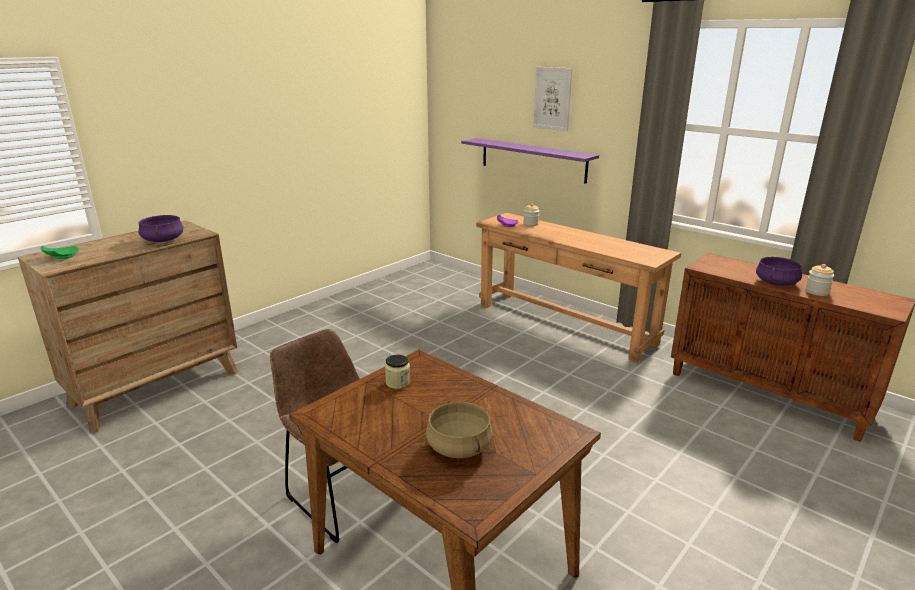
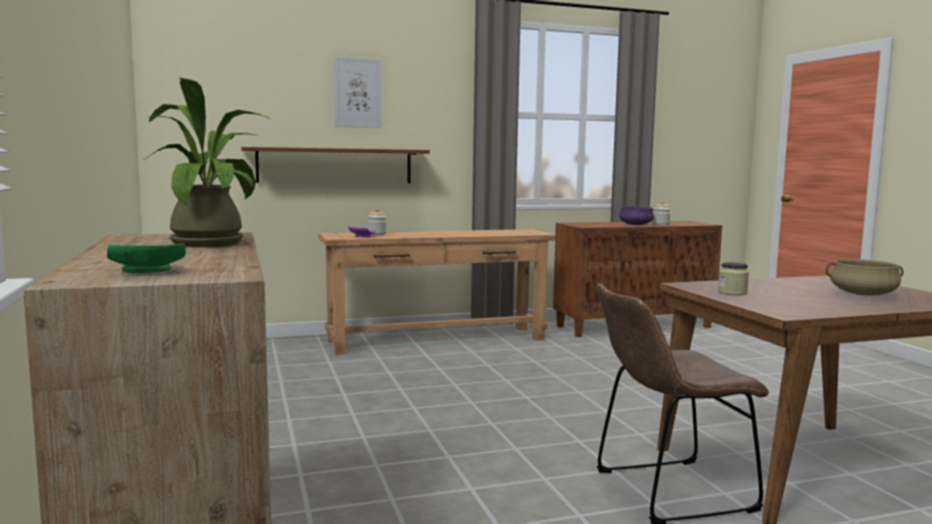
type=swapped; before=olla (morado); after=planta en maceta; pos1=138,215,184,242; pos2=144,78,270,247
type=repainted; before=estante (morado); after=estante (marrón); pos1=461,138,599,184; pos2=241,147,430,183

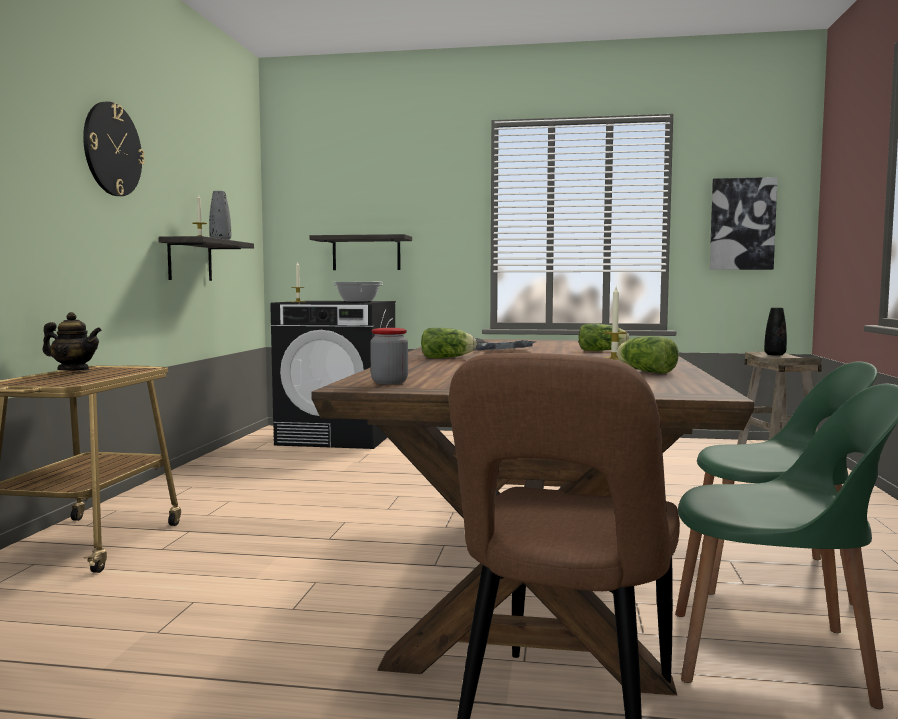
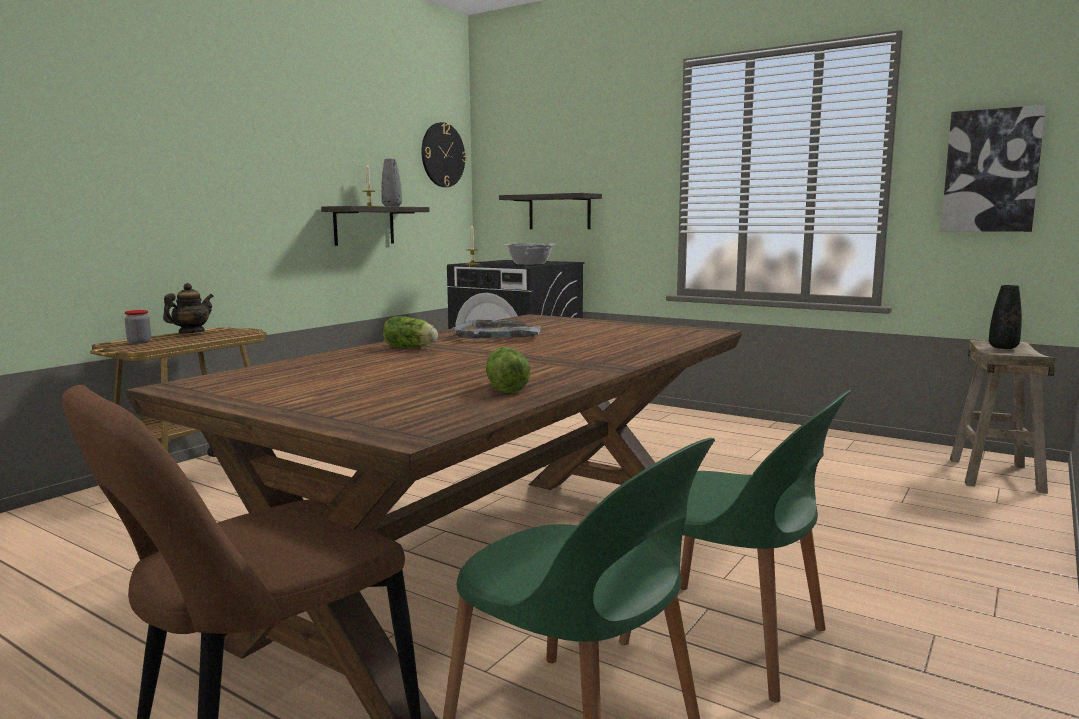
type=gone; before=lechuga; pos1=578,324,630,351
type=gone; before=vela; pos1=603,287,627,360
type=shifted; before=reloj de pared; pos1=83,101,145,196; pos2=422,122,467,187
type=shifted; before=tarro; pos1=370,328,408,385; pos2=125,310,151,344
type=rotated; before=tetera; pos1=42,312,102,371; pos2=163,283,214,334; turn=-90

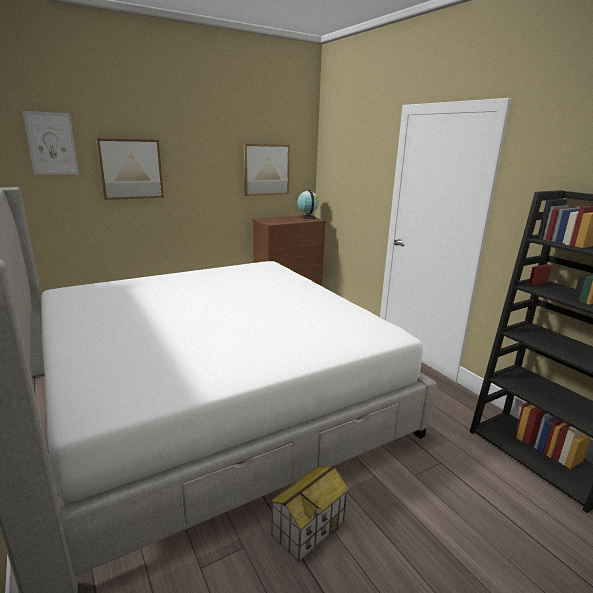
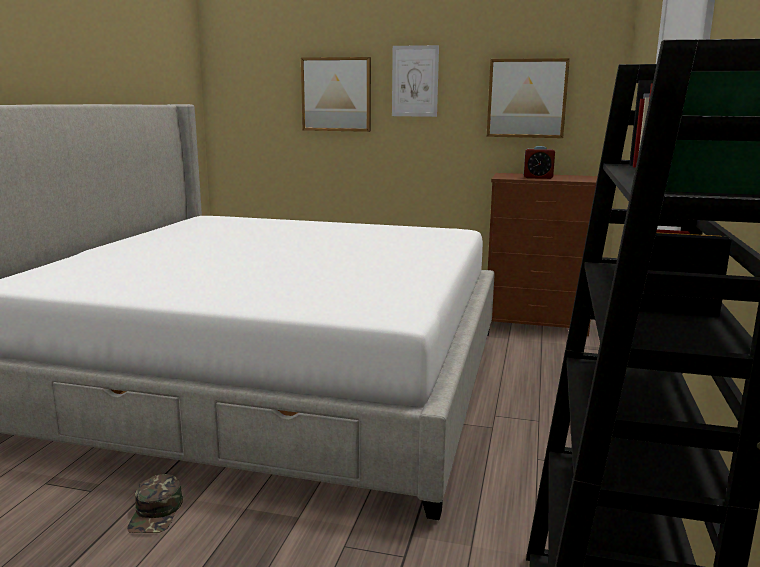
type=gone; before=globo terráqueo; pos1=297,190,319,219
type=new; after=despertador; pos2=524,146,555,179
type=shifted; before=cuadro; pos1=23,111,79,175; pos2=392,45,439,117
type=swapped; before=casita; after=gorra (verde); pos1=270,465,349,562; pos2=127,474,183,533

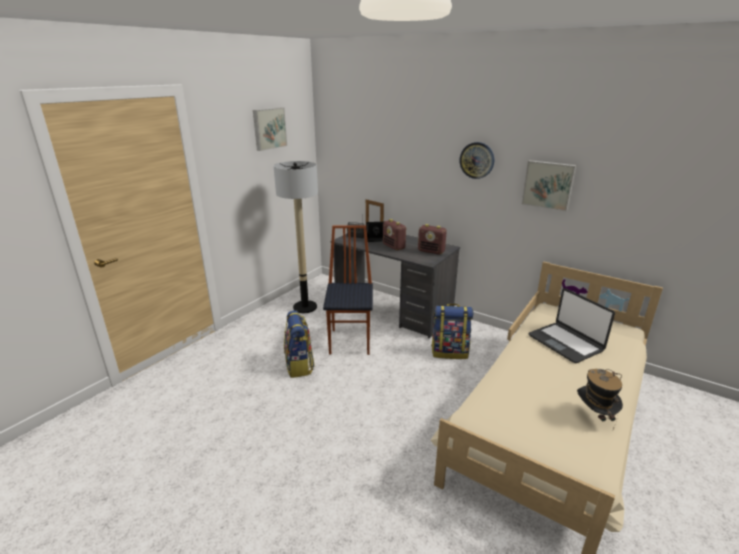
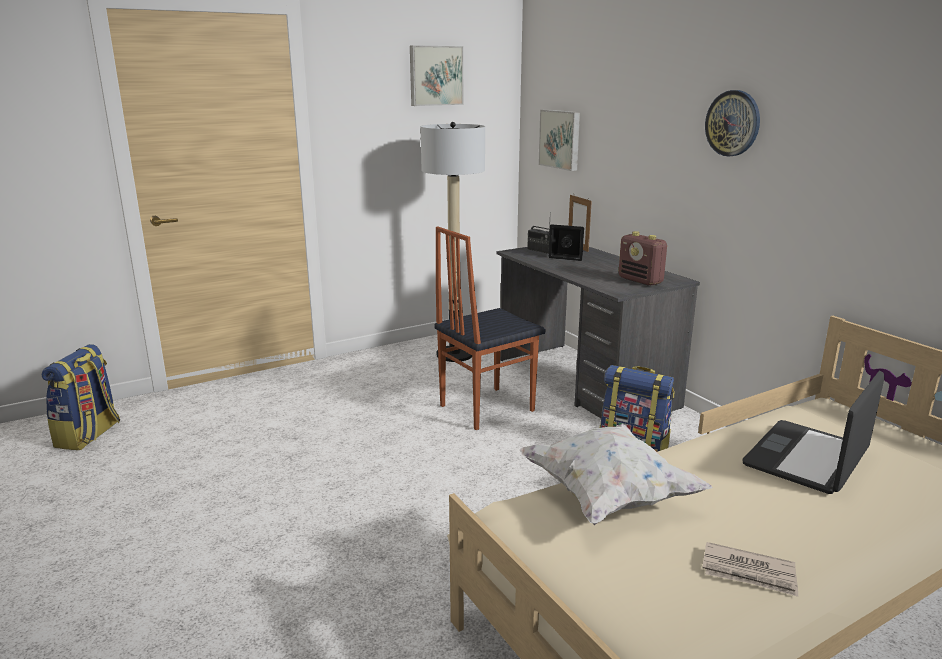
type=gone; before=radio; pos1=383,219,407,250
type=new; after=cojín (blanco); pos2=520,424,713,525
type=shifted; before=mochila; pos1=284,310,315,378; pos2=41,344,120,450
type=shifted; before=cuadro; pos1=522,160,576,211; pos2=538,109,580,171
type=swapped; before=sombrero; after=periódico; pos1=577,369,623,430; pos2=702,542,798,597
type=rotated; before=silla; pos1=323,226,373,355; pos2=434,227,545,430; turn=-150
type=rotated; before=portátil; pos1=528,288,615,363; pos2=743,371,885,494; turn=45

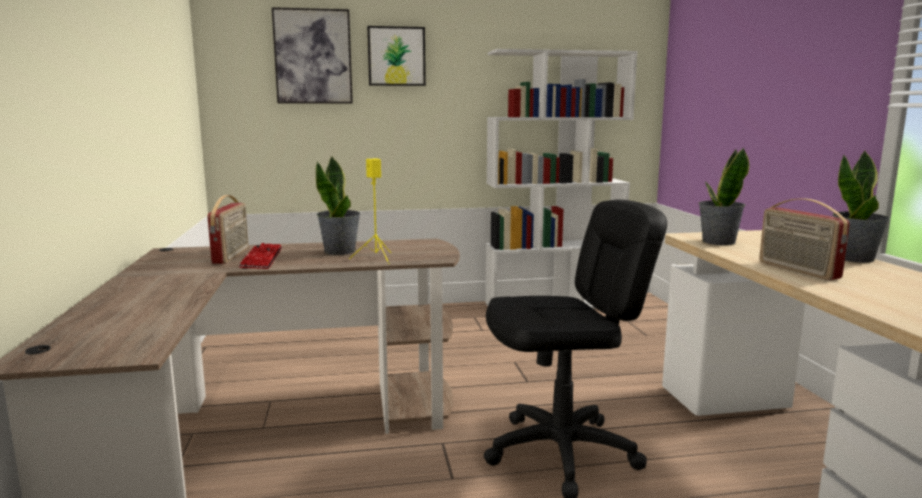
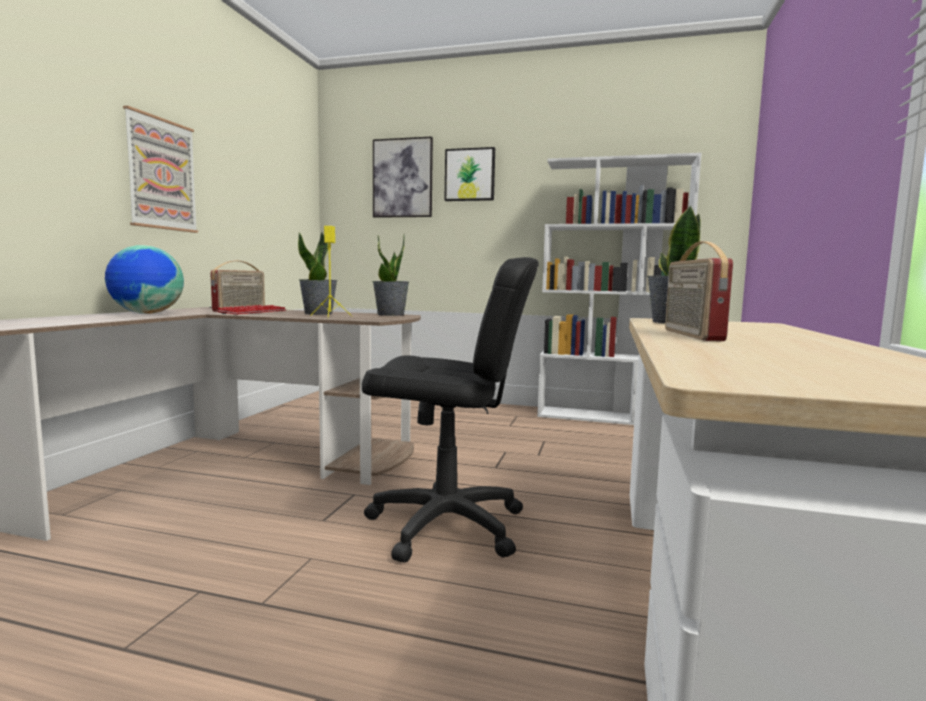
type=new; after=globo terráqueo; pos2=105,245,184,314
type=new; after=cuadro; pos2=123,106,198,233
type=shifted; before=planta en maceta; pos1=833,150,890,263; pos2=372,234,409,316

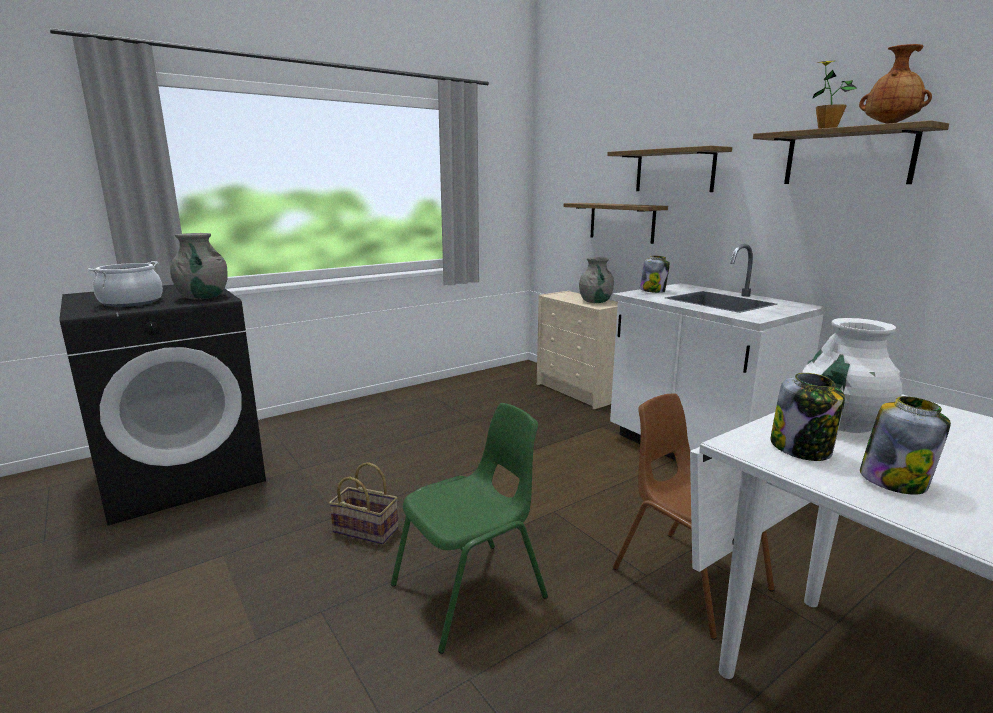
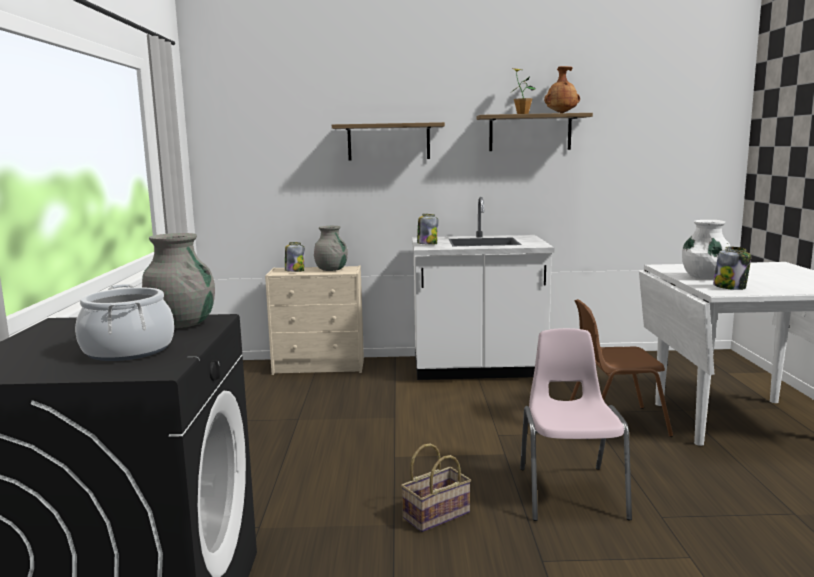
type=gone; before=estante; pos1=564,203,668,244
type=shifted; before=tarro; pos1=860,396,951,495; pos2=285,242,305,272
type=repainted; before=silla (verde); after=silla (rosa); pos1=391,403,548,654; pos2=520,328,632,521

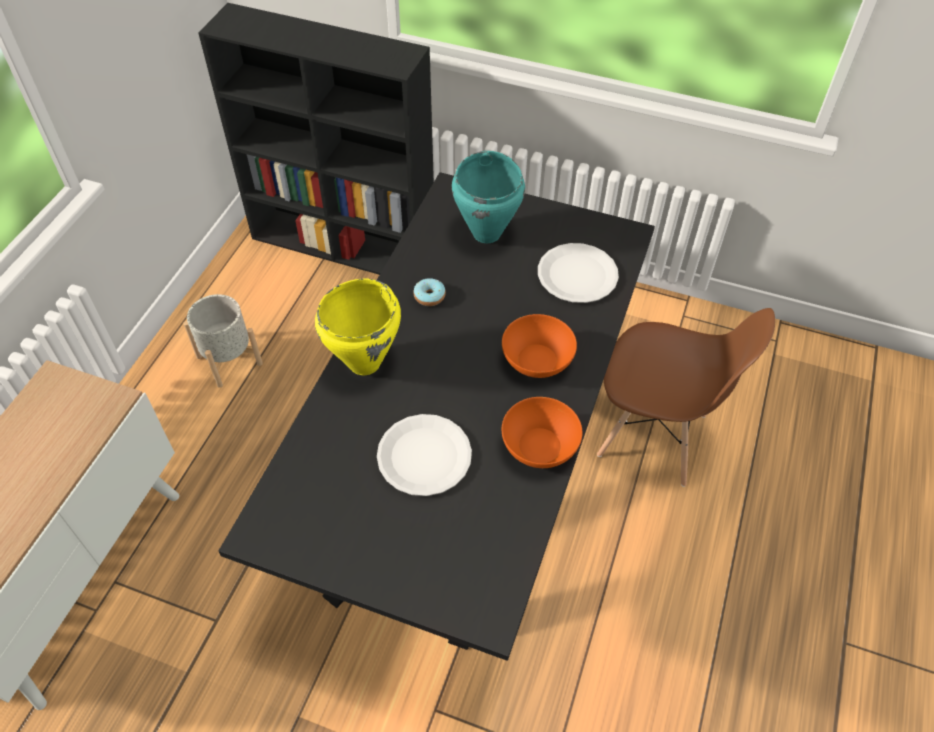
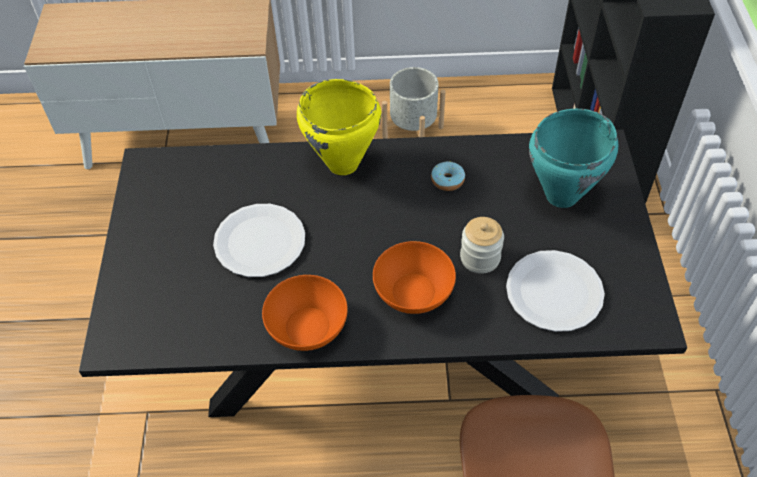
type=new; after=tarro; pos2=460,217,504,274

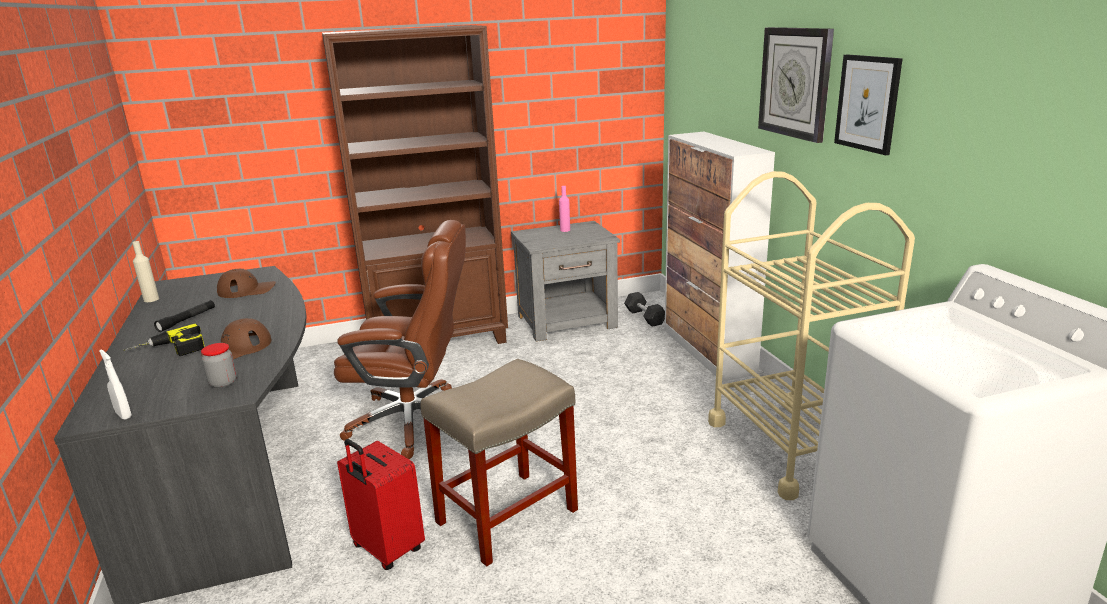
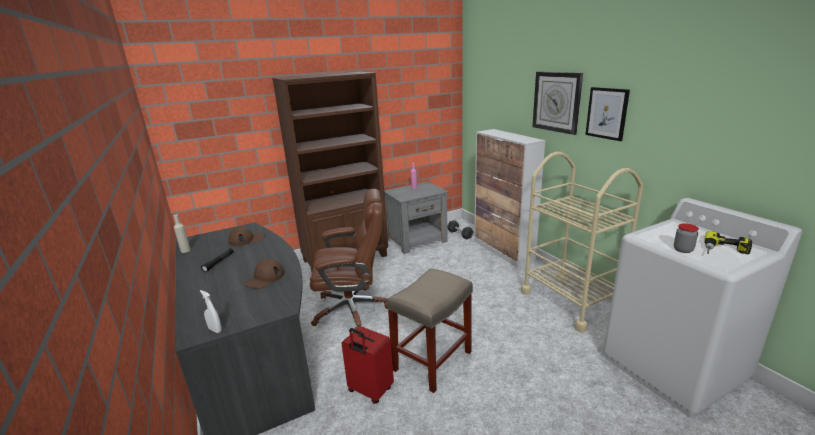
type=shifted; before=taladro; pos1=124,323,205,356; pos2=704,231,752,254
type=shifted; before=tarro; pos1=201,343,237,388; pos2=674,223,699,253

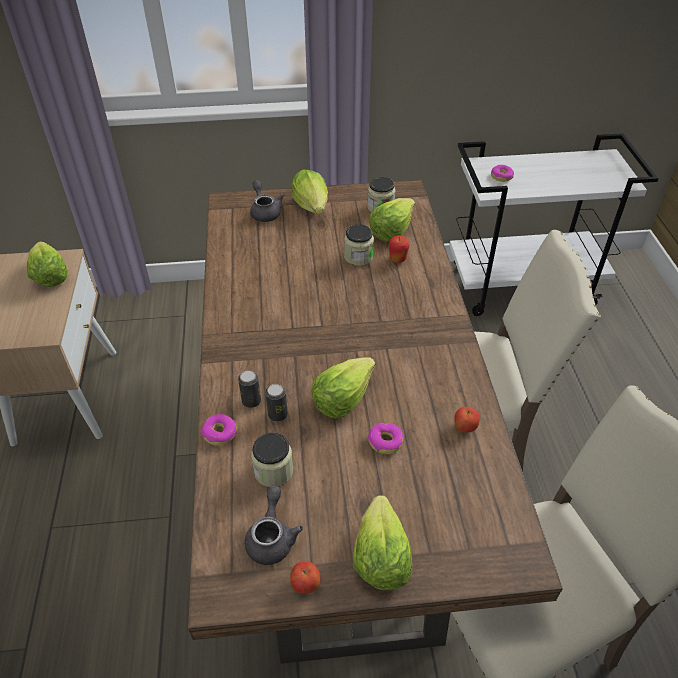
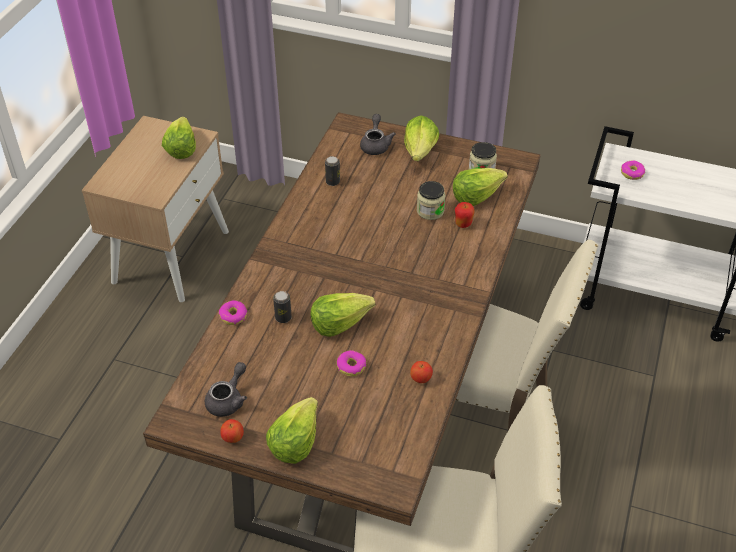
type=gone; before=tarro; pos1=251,432,293,487
type=shifted; before=lata; pos1=238,370,261,408; pos2=325,156,340,186

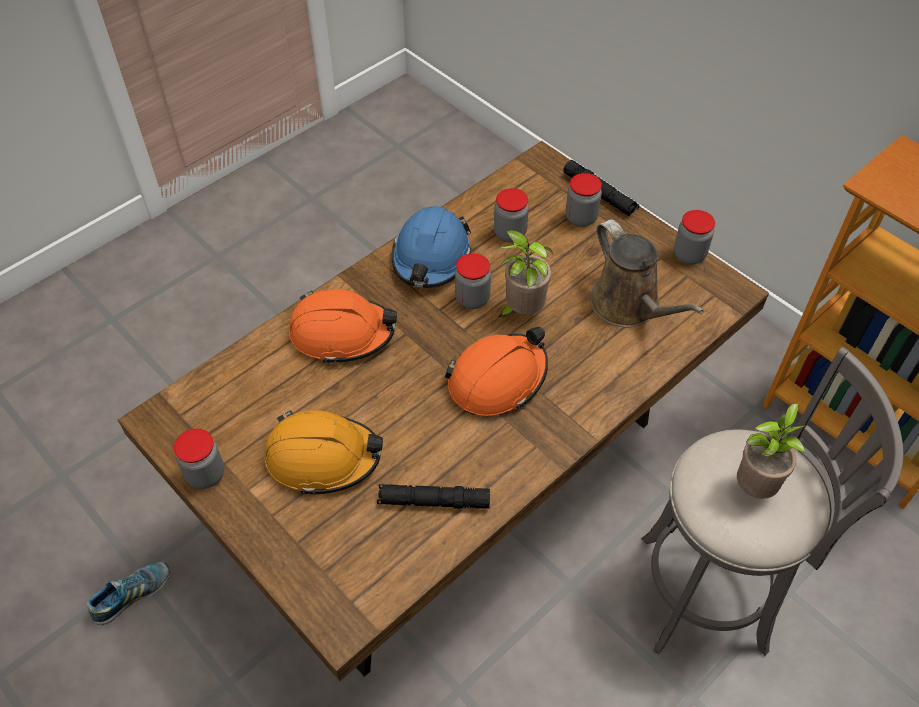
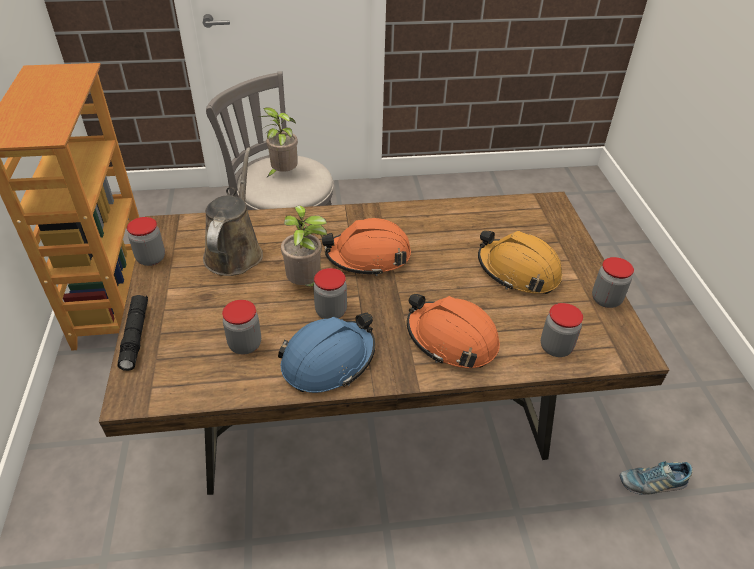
type=gone; before=linterna (negro); pos1=377,484,490,509
type=shifted; before=tarro; pos1=566,173,602,227; pos2=541,303,583,357

